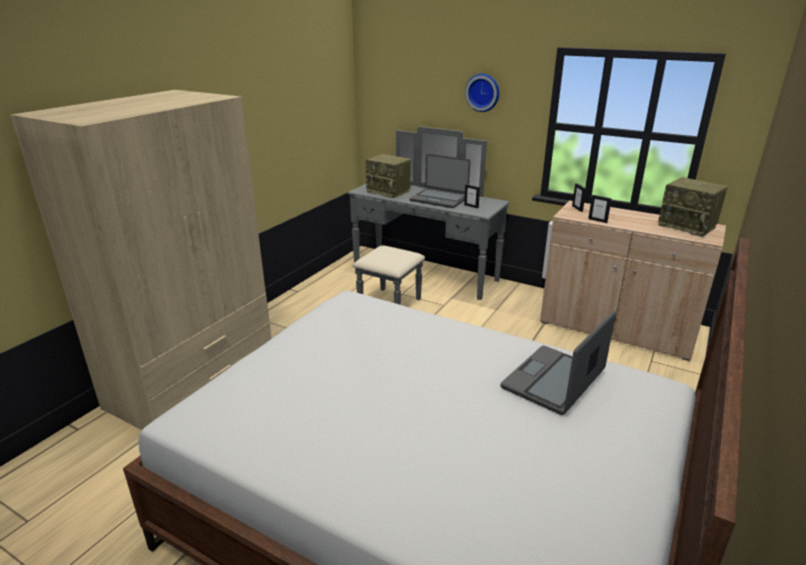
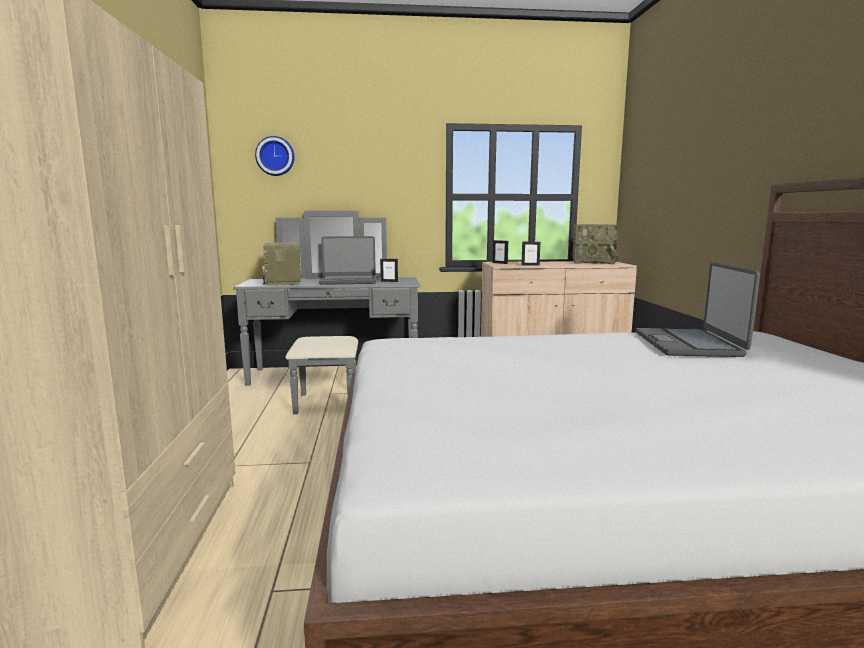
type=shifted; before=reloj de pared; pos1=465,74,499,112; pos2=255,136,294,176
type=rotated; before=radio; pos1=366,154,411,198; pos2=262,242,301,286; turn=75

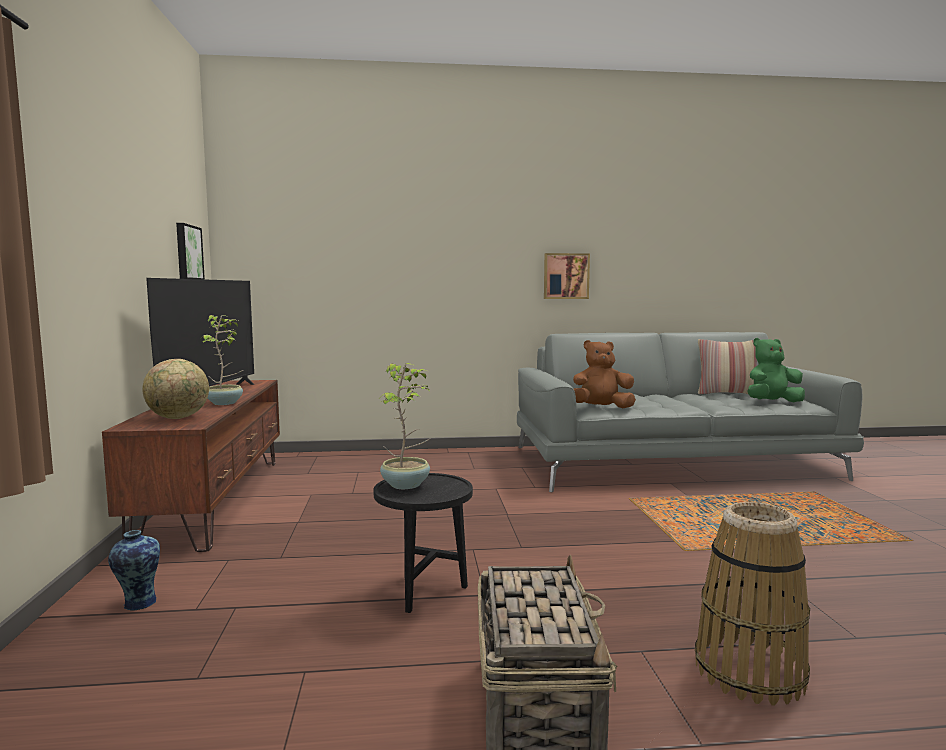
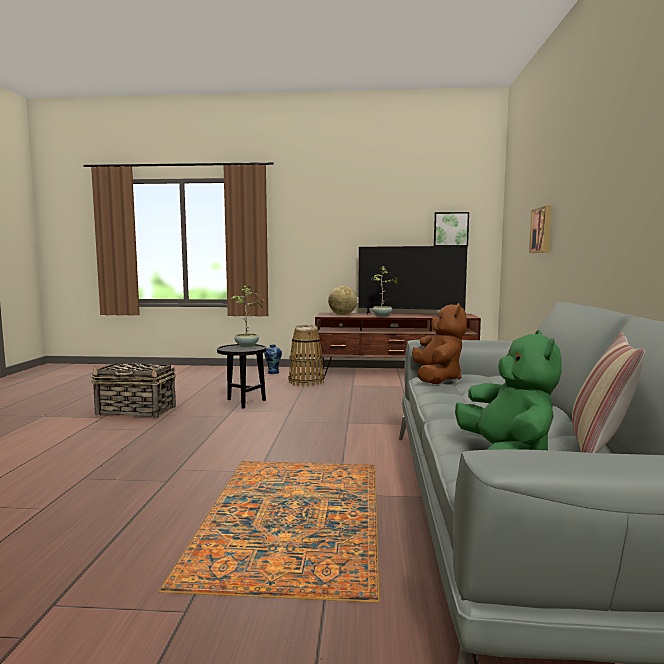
type=shifted; before=cuadro; pos1=544,253,590,299; pos2=529,206,552,253
type=shifted; before=cesta; pos1=695,502,810,706; pos2=289,325,324,387

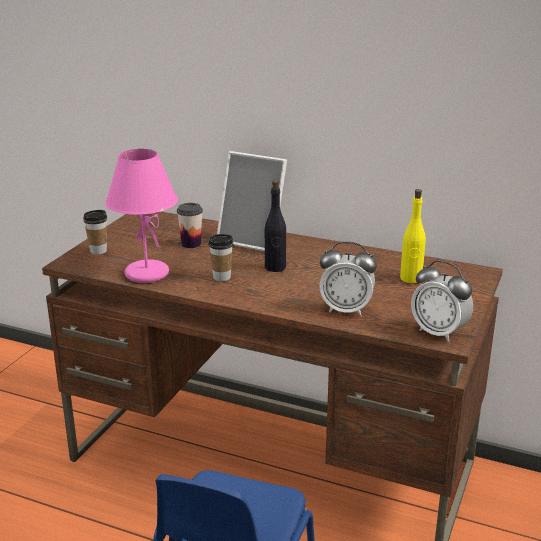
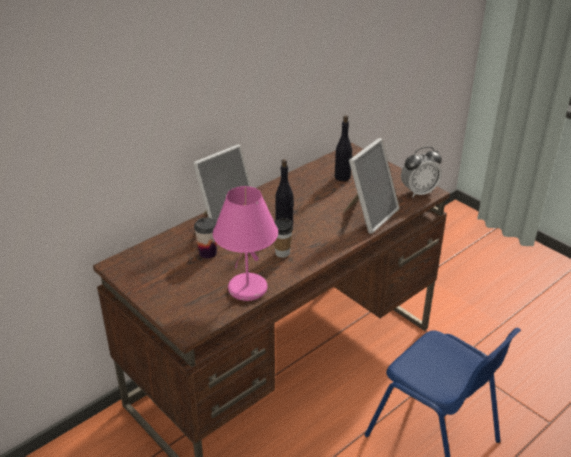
type=gone; before=taza; pos1=83,210,107,255
type=swapped; before=despertador; after=portarretratos; pos1=319,242,377,316; pos2=343,138,399,234
type=repainted; before=botella (amarillo); after=botella (negro); pos1=400,189,426,283; pos2=335,115,353,181

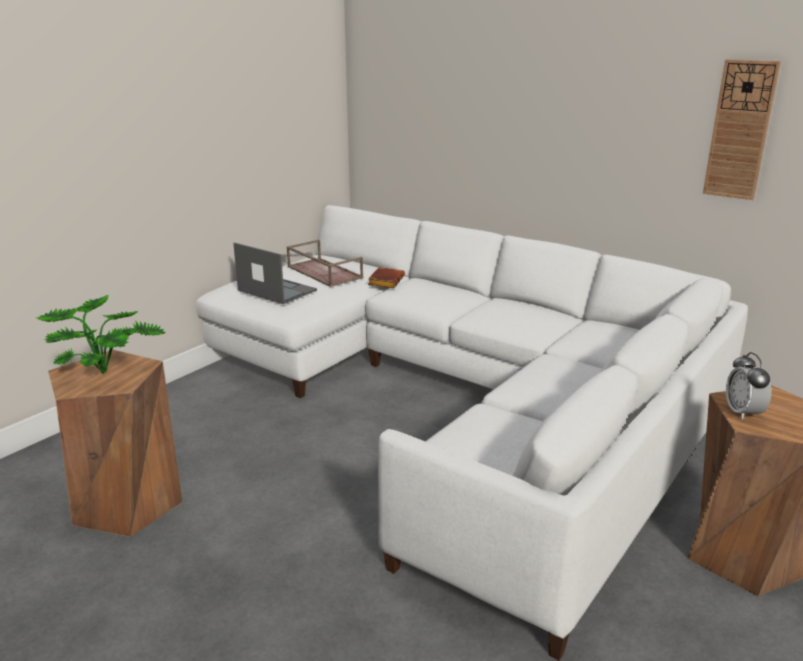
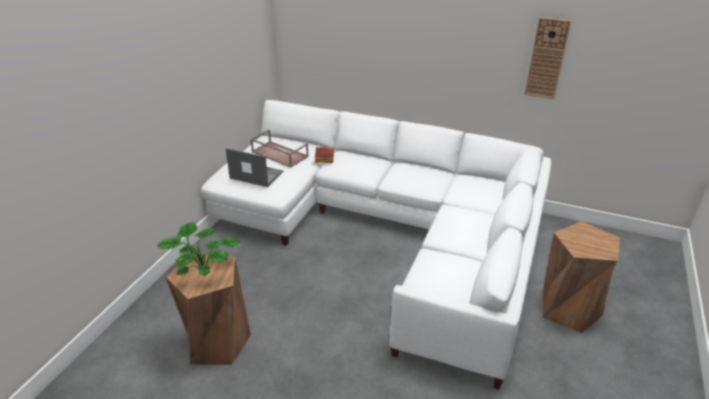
type=gone; before=despertador; pos1=726,352,772,420

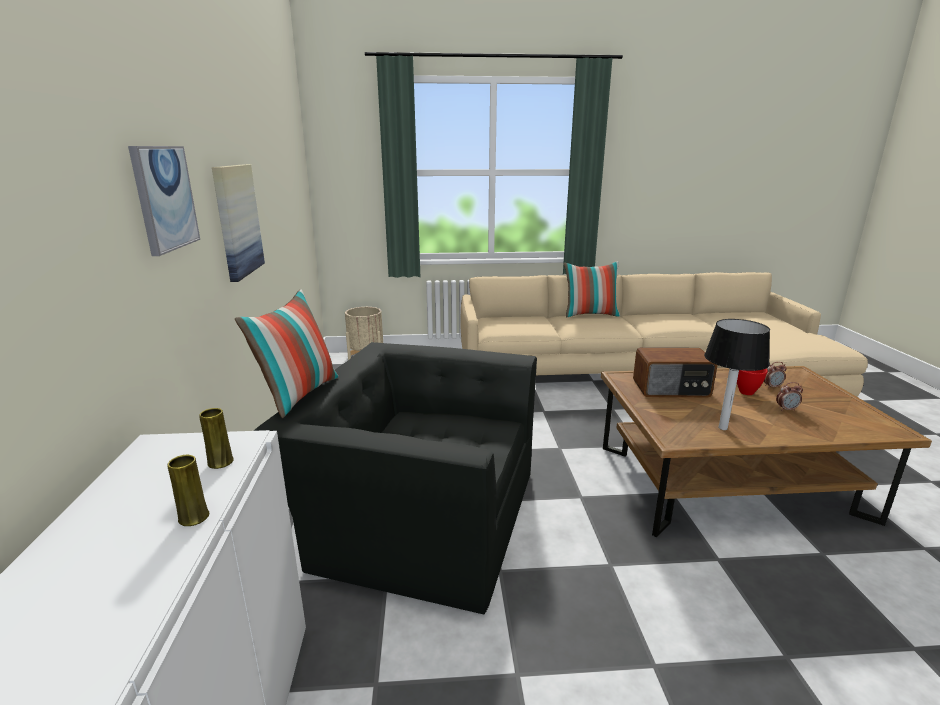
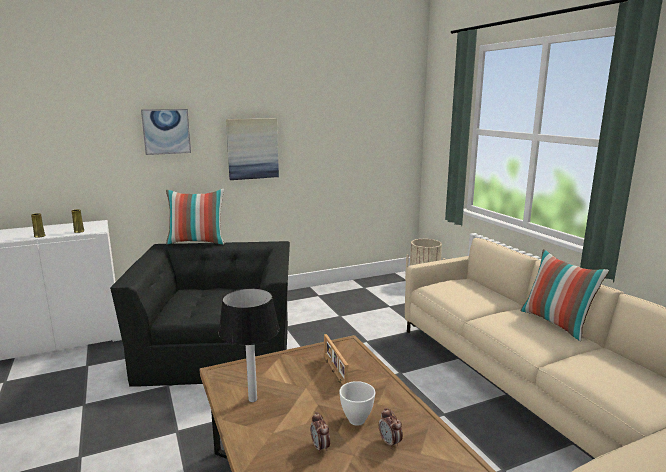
type=swapped; before=radio; after=portarretratos; pos1=633,347,717,397; pos2=324,334,348,385
type=repainted; before=cuenco (rojo); after=cuenco (blanco); pos1=737,369,768,395; pos2=339,381,375,426

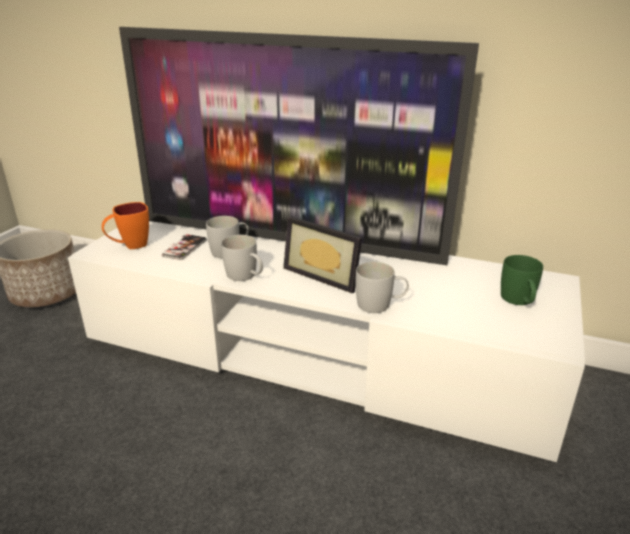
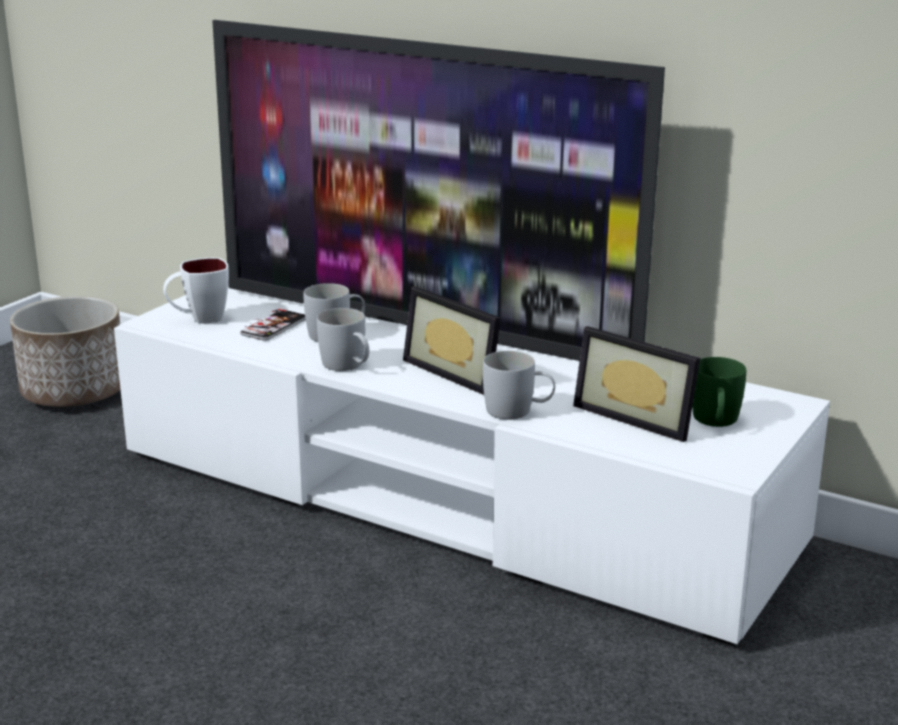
type=new; after=portarretratos; pos2=573,326,700,442
type=repainted; before=taza grande (naranja); after=taza grande (blanco); pos1=102,202,149,249; pos2=163,258,229,324

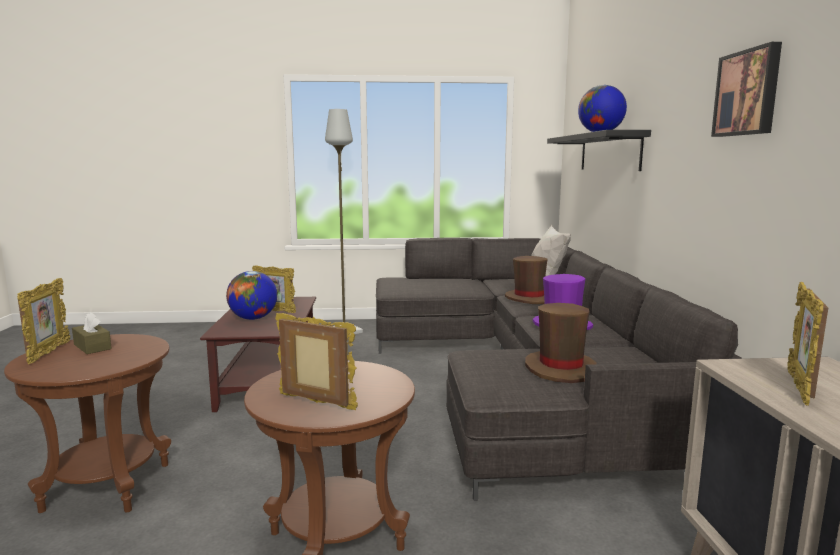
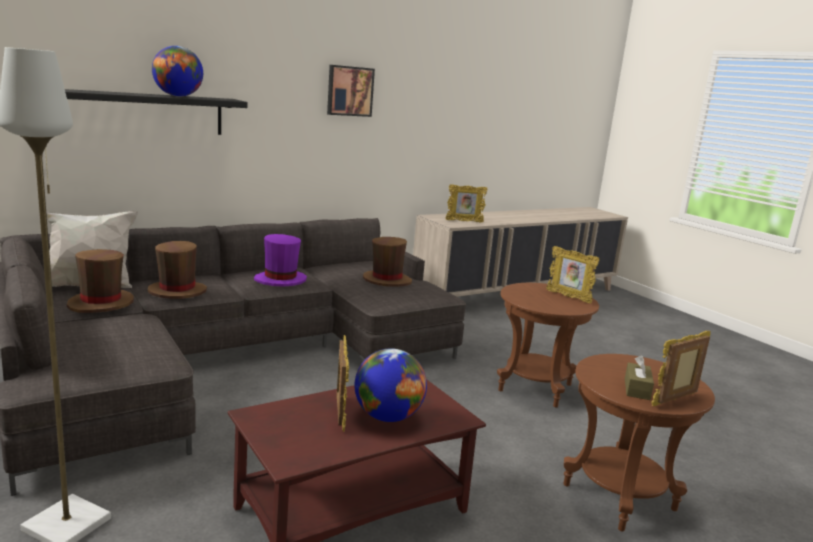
type=new; after=sombrero (marrón); pos2=67,249,134,313
type=rotated; before=portarretratos; pos1=275,313,358,410; pos2=546,246,600,303; turn=-45

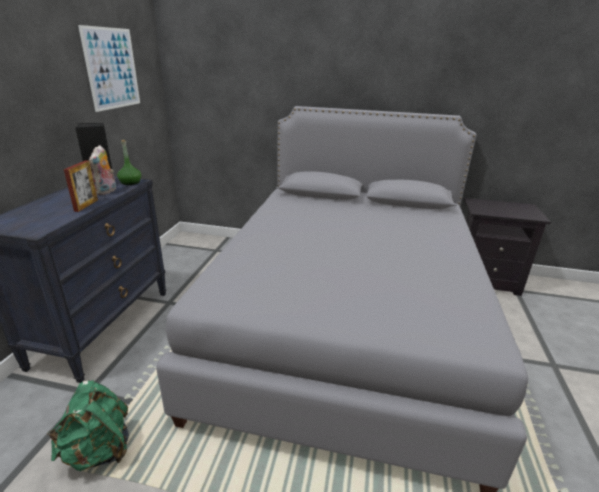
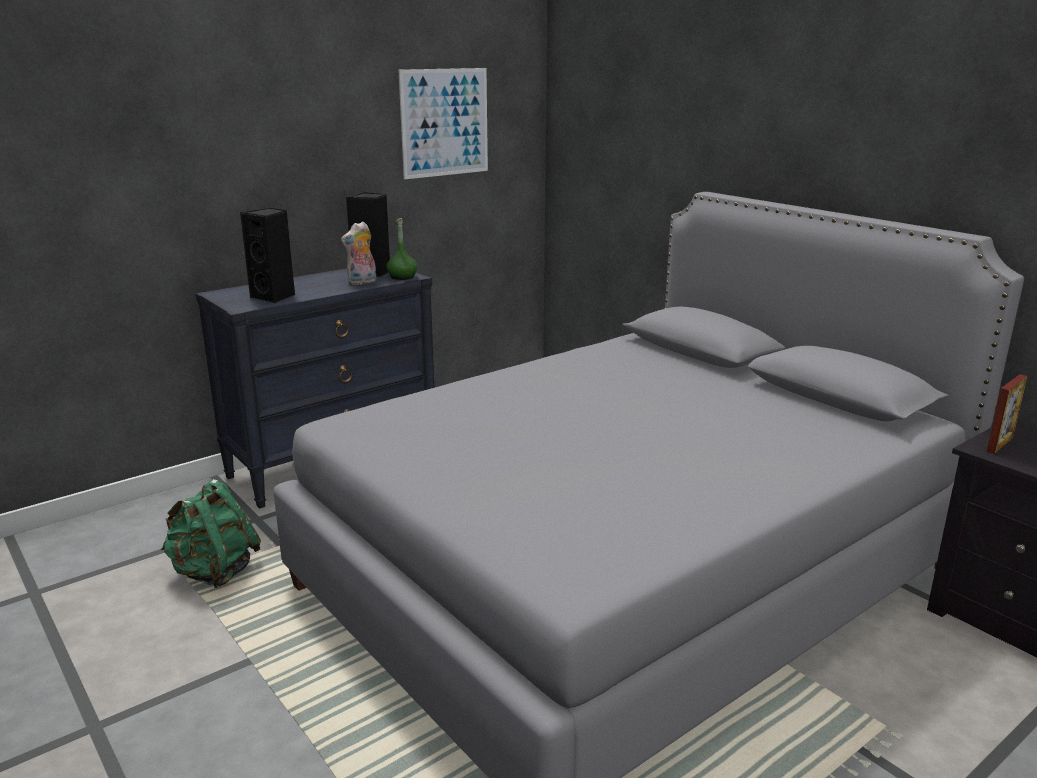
type=new; after=altavoz (negro); pos2=240,208,295,303
type=shifted; before=portarretratos; pos1=64,161,98,212; pos2=987,374,1028,454

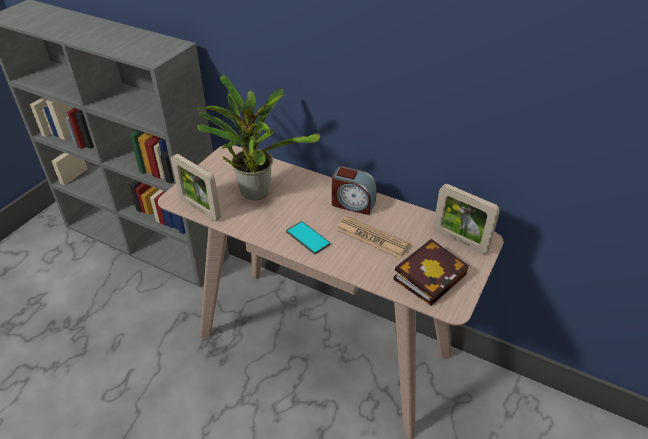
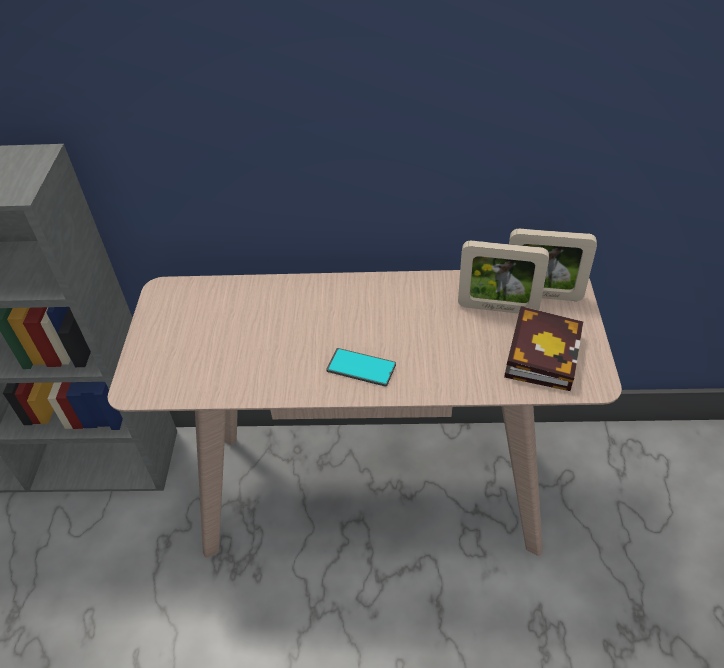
type=gone; before=planta en maceta; pos1=197,75,320,200
type=gone; before=despertador; pos1=332,166,377,215
type=gone; before=periódico; pos1=336,216,410,259
type=shifted; before=portarretratos; pos1=171,154,221,221; pos2=458,241,549,314

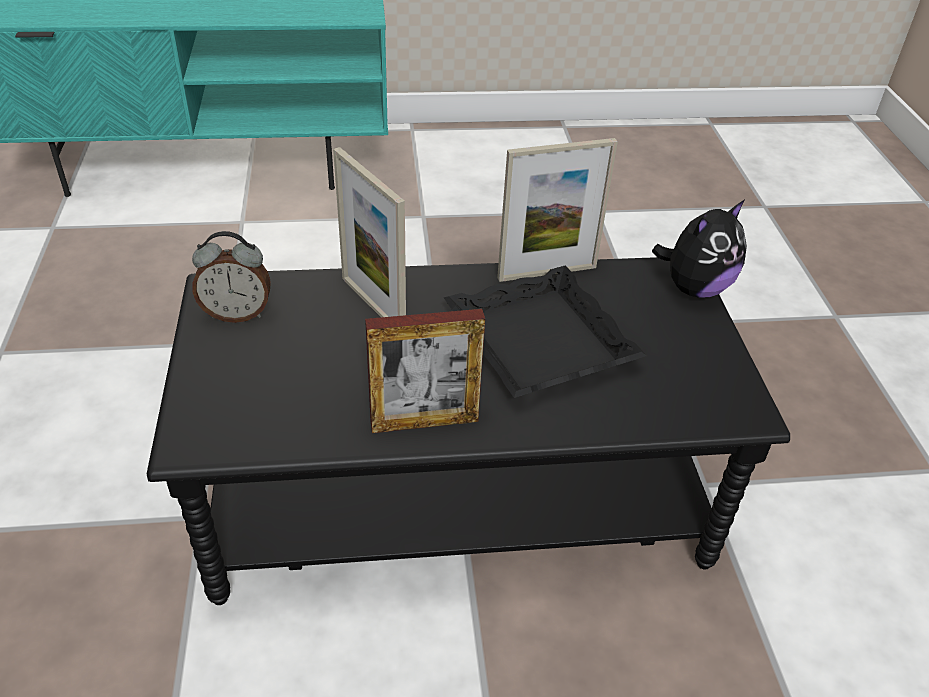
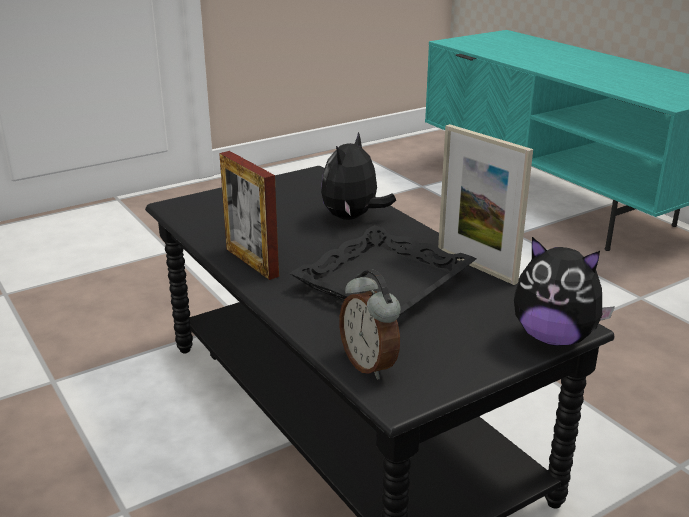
type=shifted; before=despertador; pos1=192,231,271,323; pos2=339,270,401,380
type=swapped; before=portarretratos; after=peluche; pos1=333,147,406,317; pos2=321,132,396,220

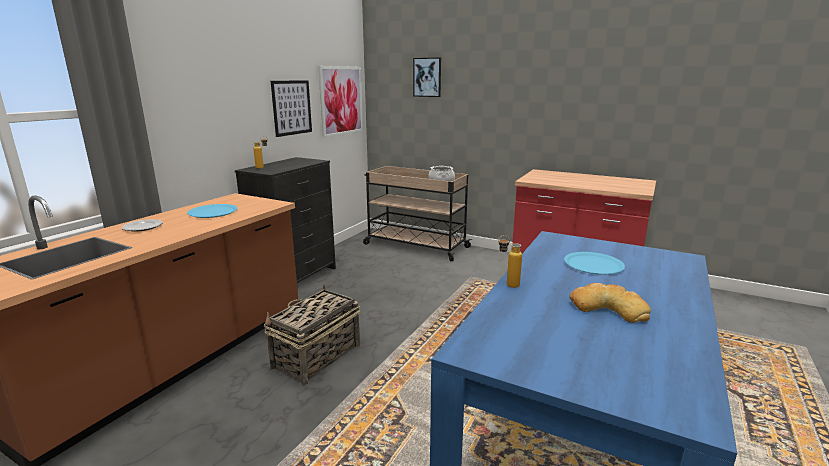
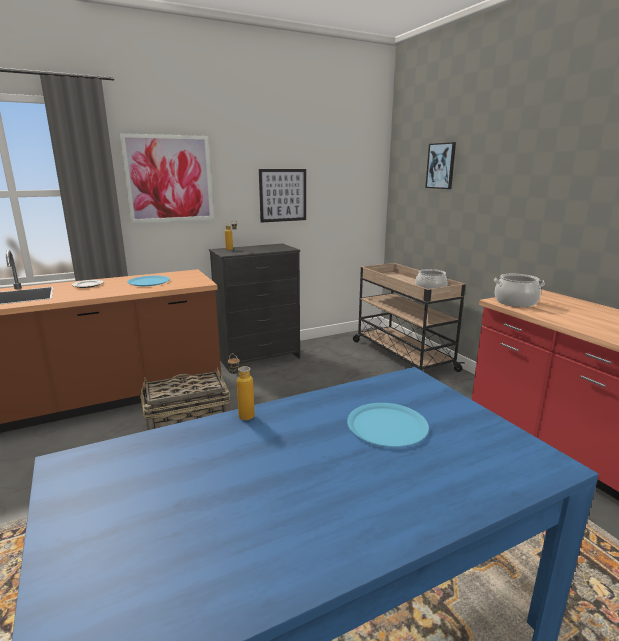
type=gone; before=pan; pos1=569,283,651,323
type=new; after=olla; pos2=494,274,545,307
type=shifted; before=cuadro; pos1=318,66,363,138; pos2=120,133,214,223

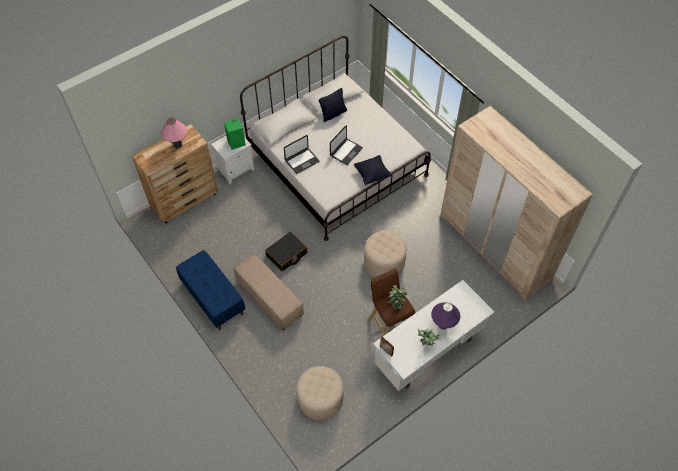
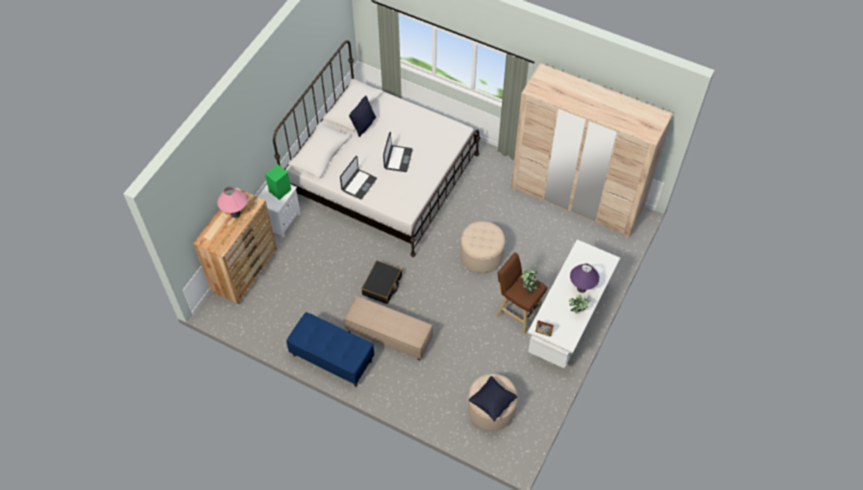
type=shifted; before=cojín (negro); pos1=354,155,392,185; pos2=469,376,517,421

